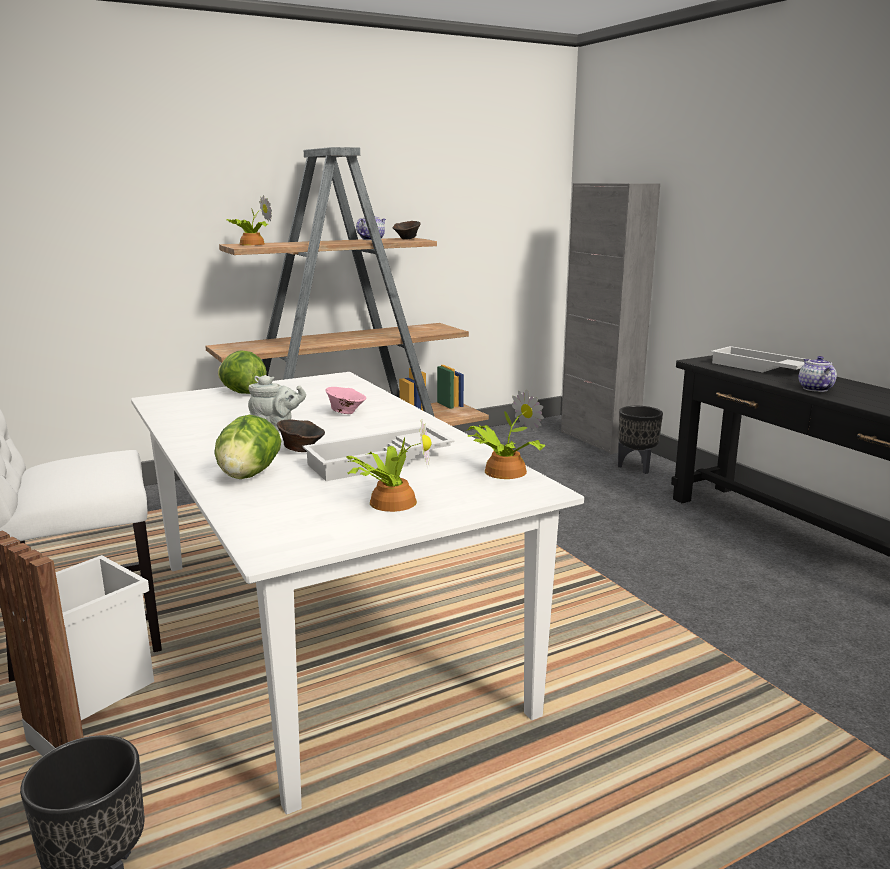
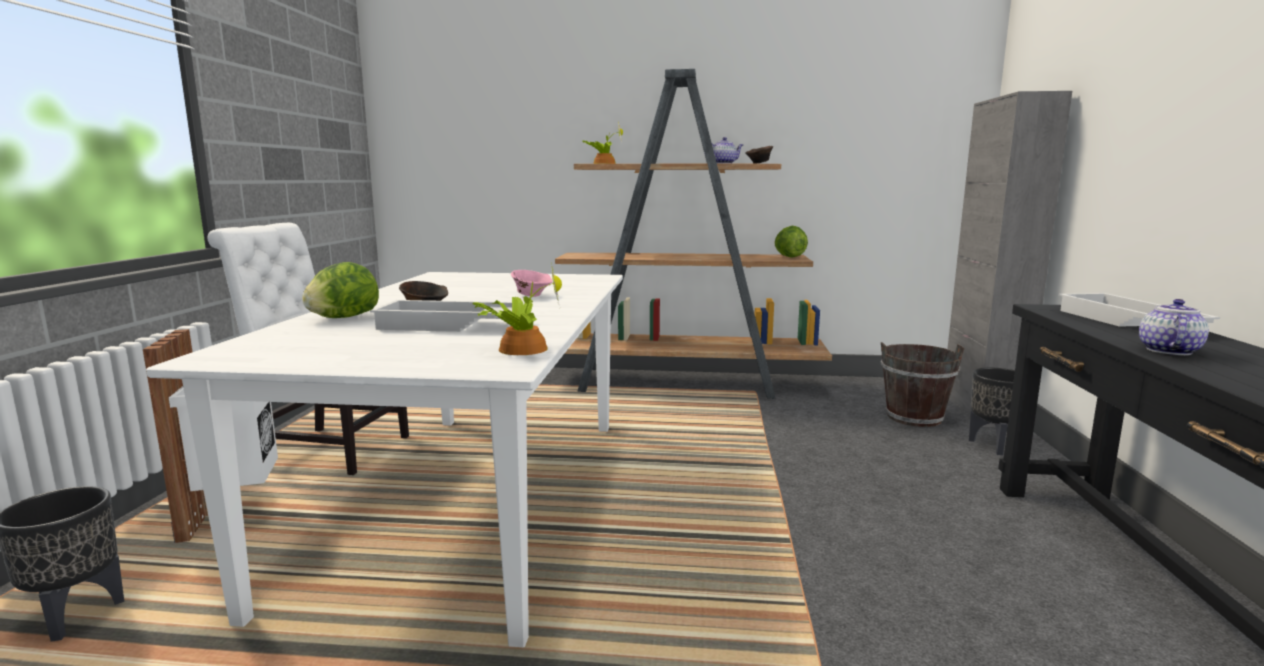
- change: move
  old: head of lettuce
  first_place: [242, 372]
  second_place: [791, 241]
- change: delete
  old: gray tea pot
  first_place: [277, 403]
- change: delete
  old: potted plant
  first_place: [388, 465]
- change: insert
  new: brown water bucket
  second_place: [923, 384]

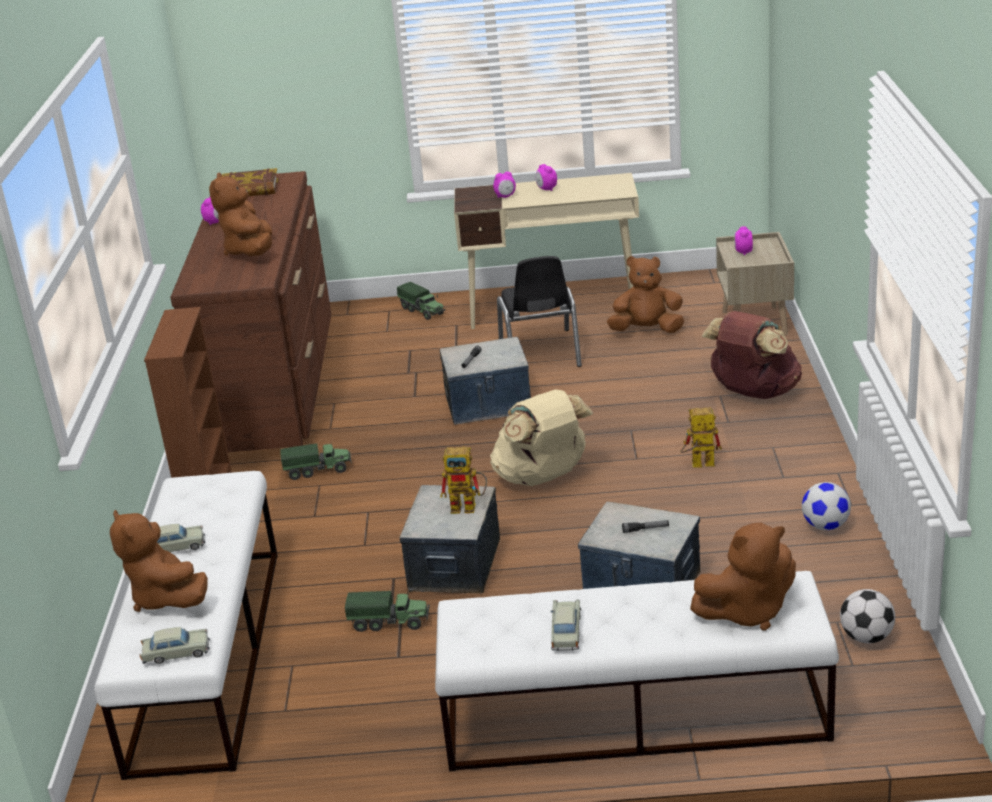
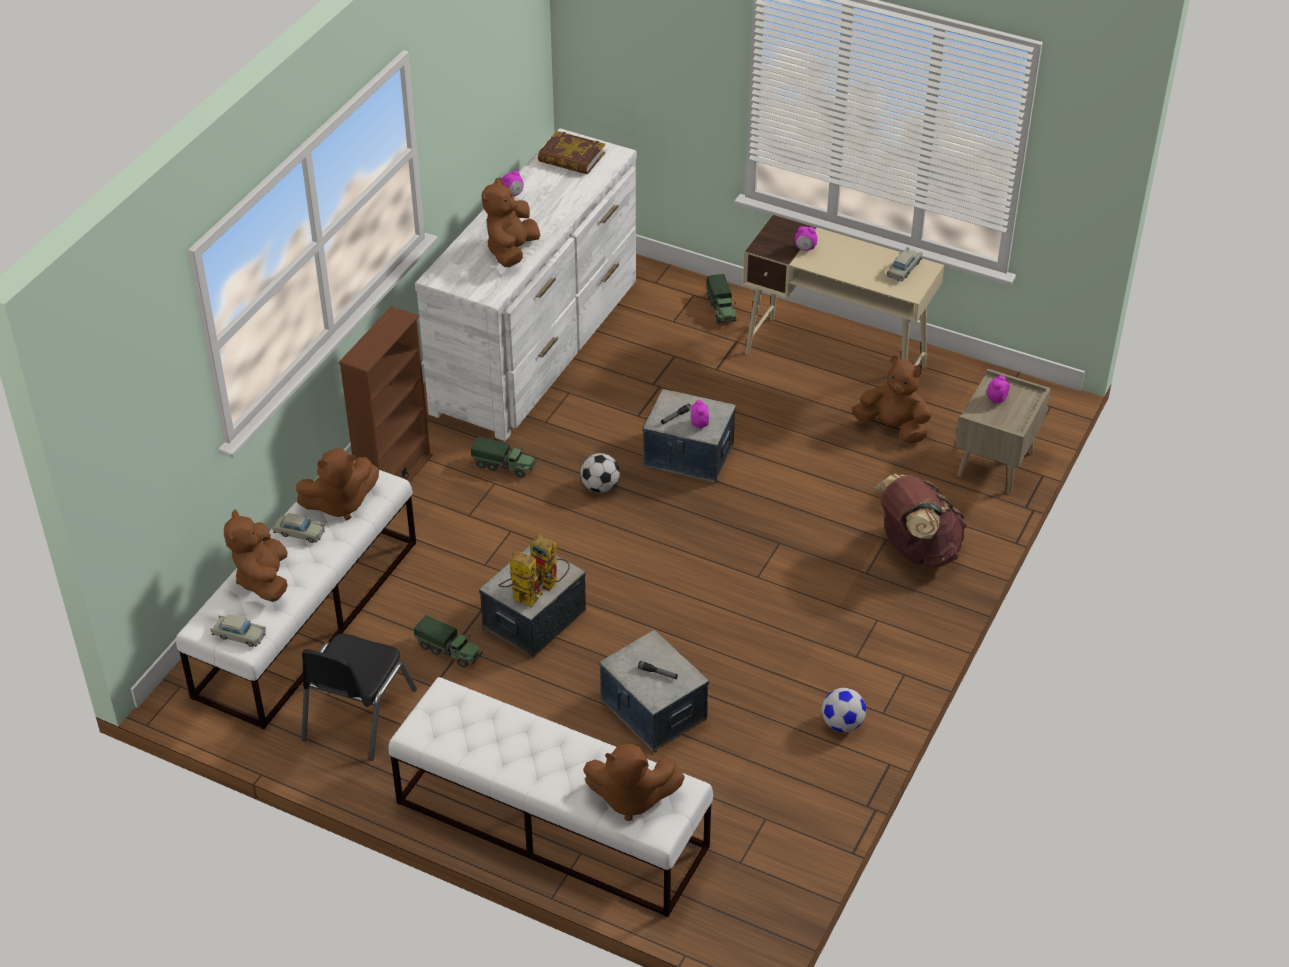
- change: move
  old: alarm clock
  first_place: [546, 177]
  second_place: [699, 415]
- change: recolor
  old: brown dresser
  new: white-coloured dresser
  first_place: [250, 311]
  second_place: [526, 284]
- change: move
  old: blackish plain chair
  first_place: [539, 311]
  second_place: [359, 697]
- change: delete
  old: sand-coloured knapsack
  first_place: [541, 437]
- change: move
  old: toy robot
  first_place: [701, 437]
  second_place: [521, 580]
- change: move
  old: football ball
  first_place: [867, 616]
  second_place: [600, 473]
- change: move
  old: sand-coloured toy car
  first_place: [566, 625]
  second_place: [905, 264]
- change: insert
  new: brown soft toy
  second_place: [337, 484]

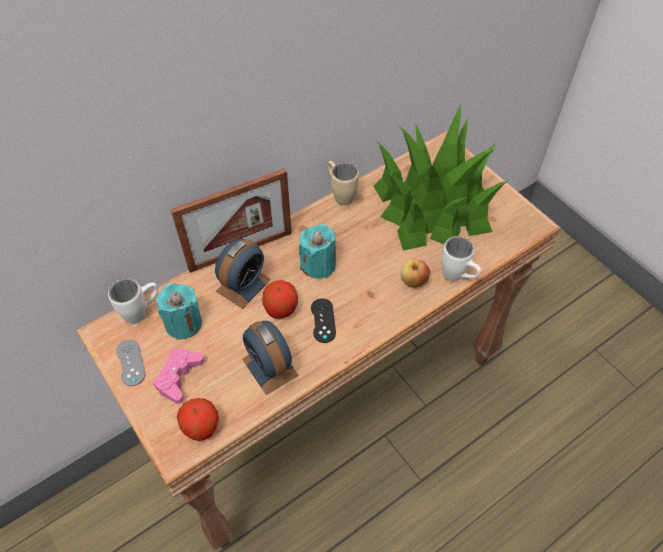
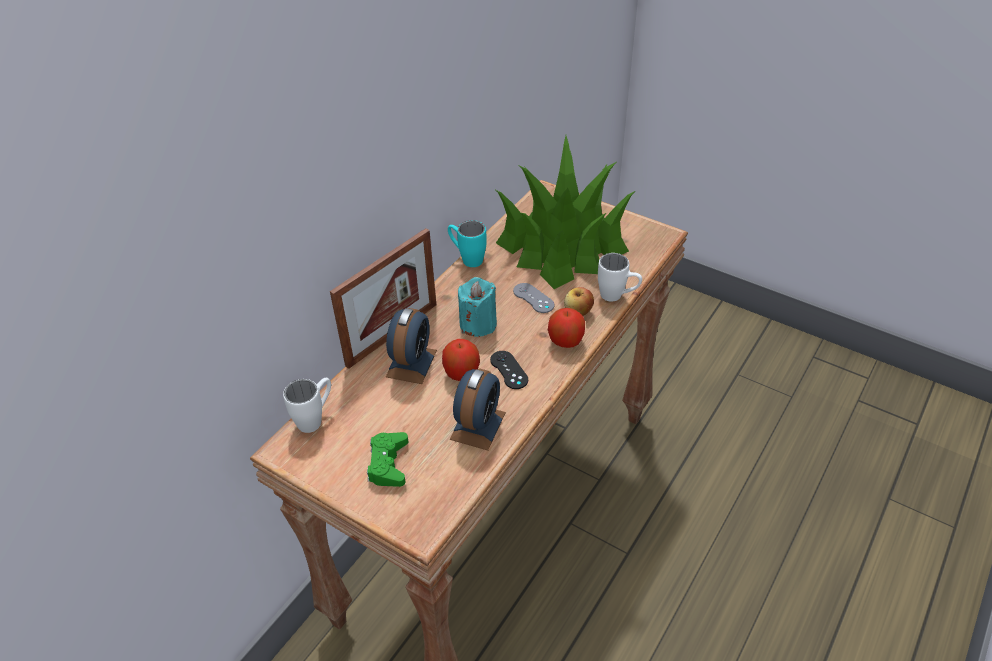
- change: recolor
  old: sand-coloured mug
  new: blue-green mug
  first_place: [343, 183]
  second_place: [467, 243]
- change: delete
  old: blue-green wax light
  first_place: [179, 311]
- change: rotate
  old: alarm clock
  first_place: [270, 358]
  second_place: [478, 409]
  degrees: -105
- change: move
  old: gray joypad
  first_place: [130, 362]
  second_place: [534, 298]
- change: recolor
  old: pink-coloured joypad
  new: green-coloured joypad
  first_place: [178, 376]
  second_place: [387, 459]
- change: move
  old: whole apple
  first_place: [198, 419]
  second_place: [566, 328]

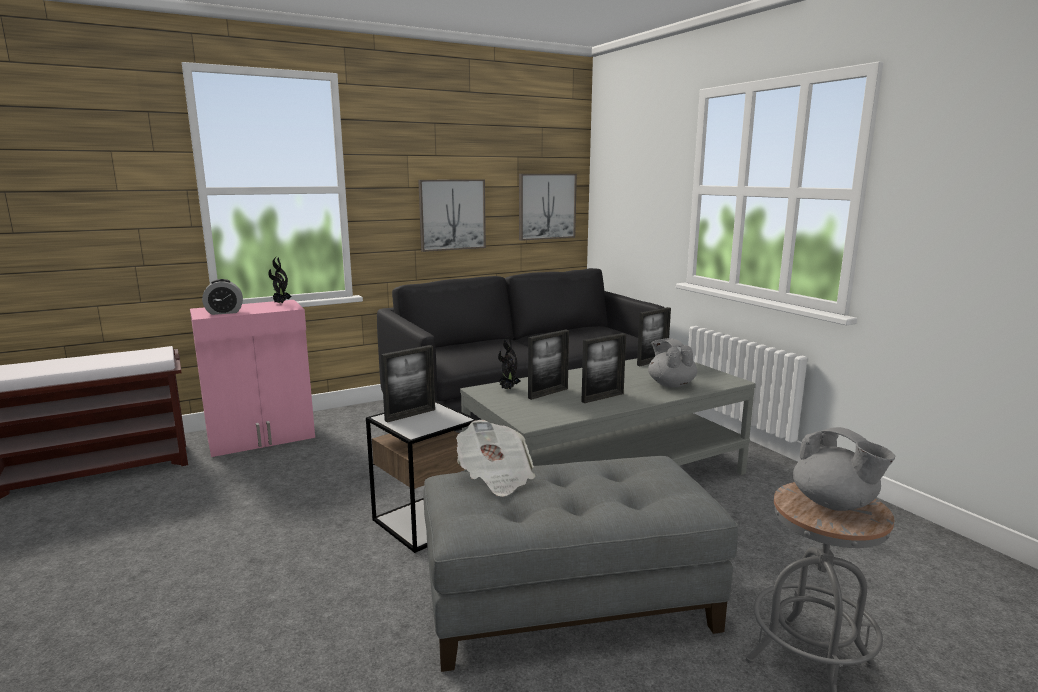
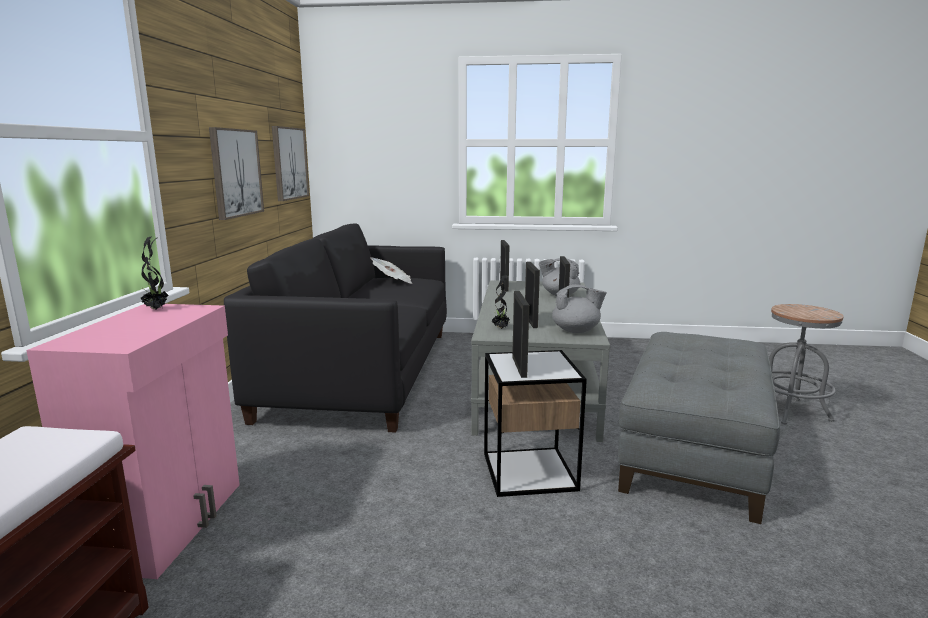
- change: delete
  old: alarm clock
  first_place: [222, 297]
- change: move
  old: daily paper
  first_place: [495, 458]
  second_place: [391, 270]
- change: move
  old: gray tea pot
  first_place: [844, 469]
  second_place: [579, 308]

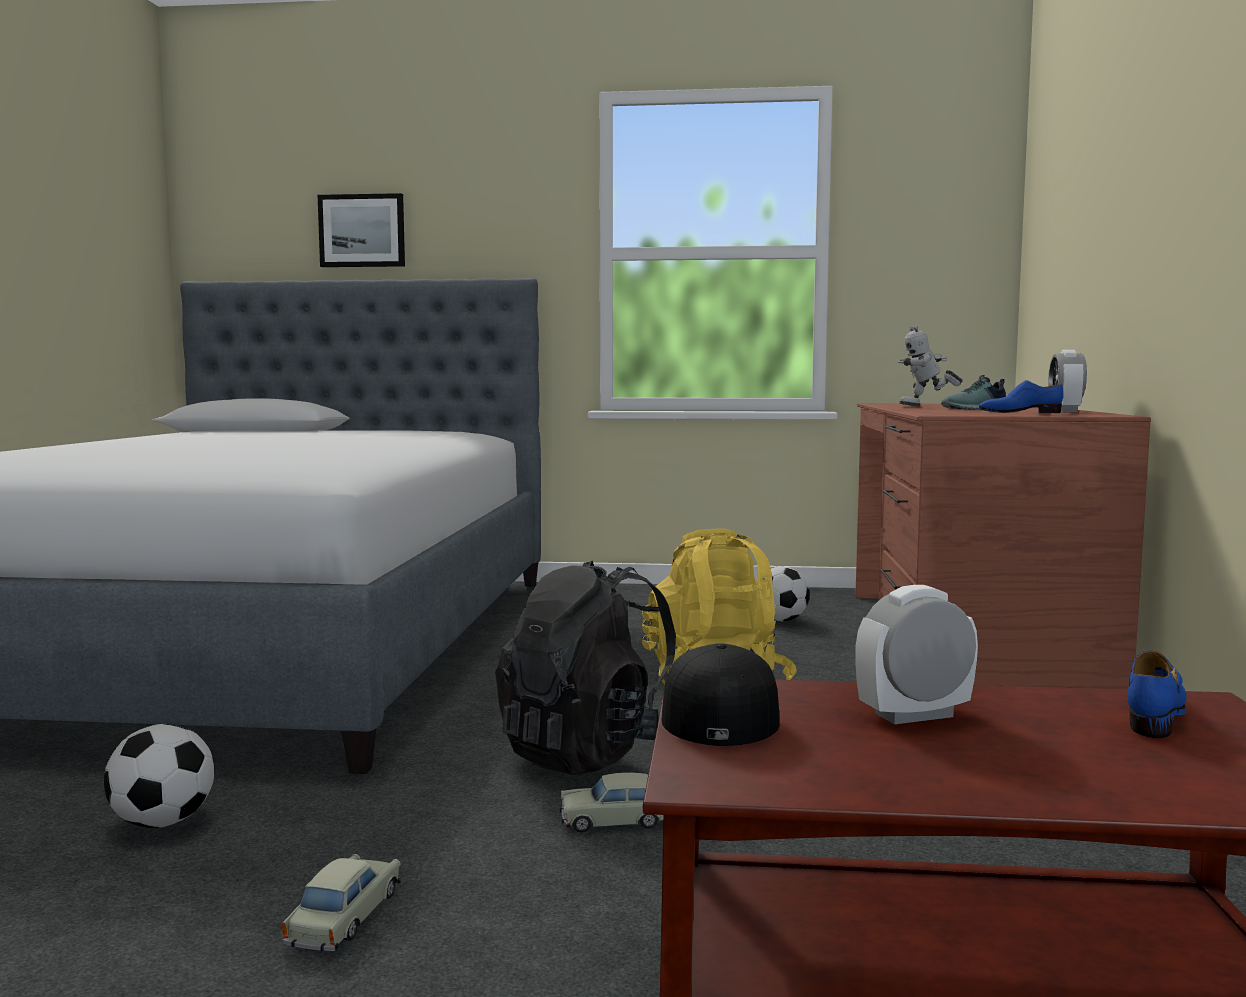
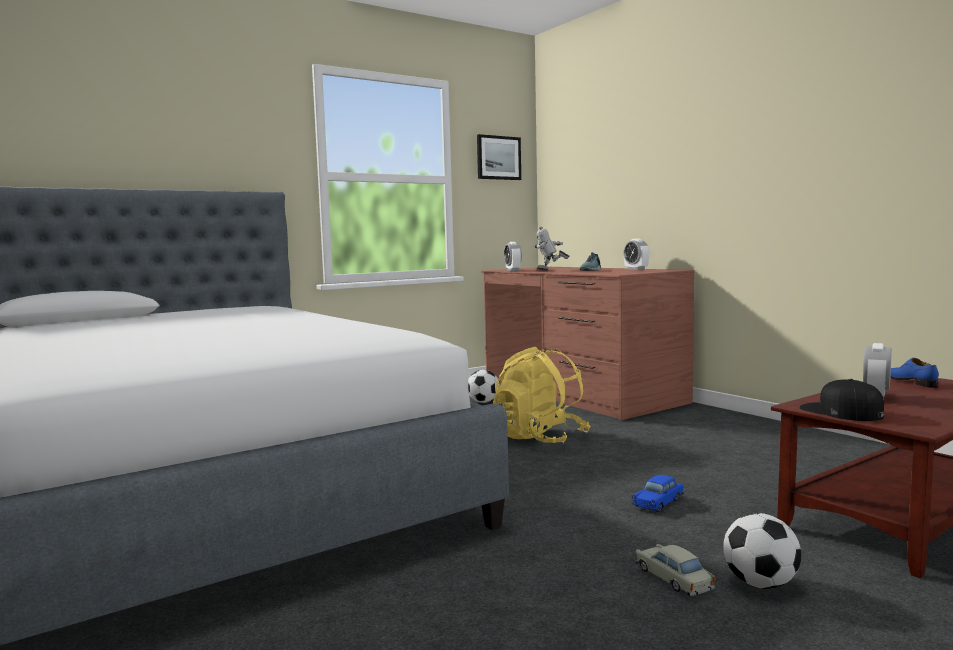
- change: move
  old: picture
  first_place: [361, 230]
  second_place: [499, 157]
- change: rotate
  old: toy robot
  first_place: [930, 366]
  second_place: [551, 248]
  degrees: 60
- change: delete
  old: bluish low shoe
  first_place: [1021, 397]
- change: delete
  old: blackish knapsack
  first_place: [585, 668]
- change: move
  old: football ball
  first_place: [159, 776]
  second_place: [762, 551]
- change: recolor
  old: sand-coloured toy car
  new: bluish toy car
  first_place: [611, 802]
  second_place: [658, 493]
- change: insert
  new: alarm clock
  second_place: [513, 256]

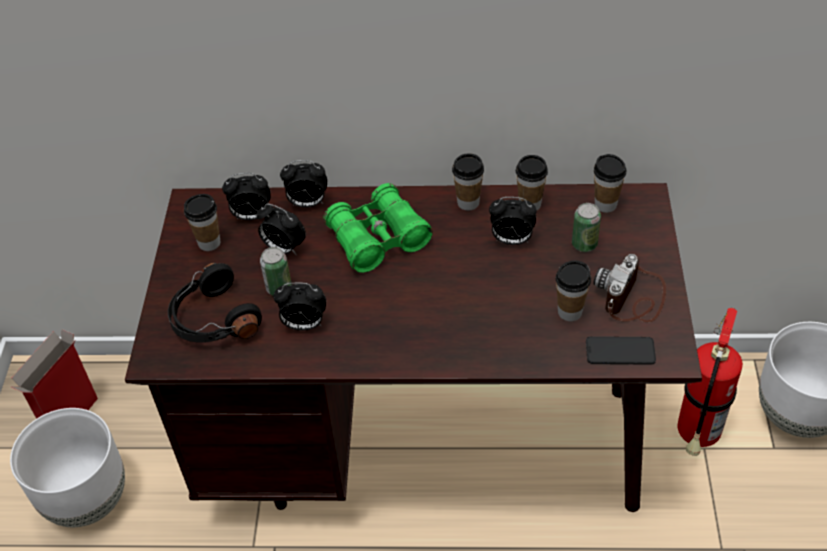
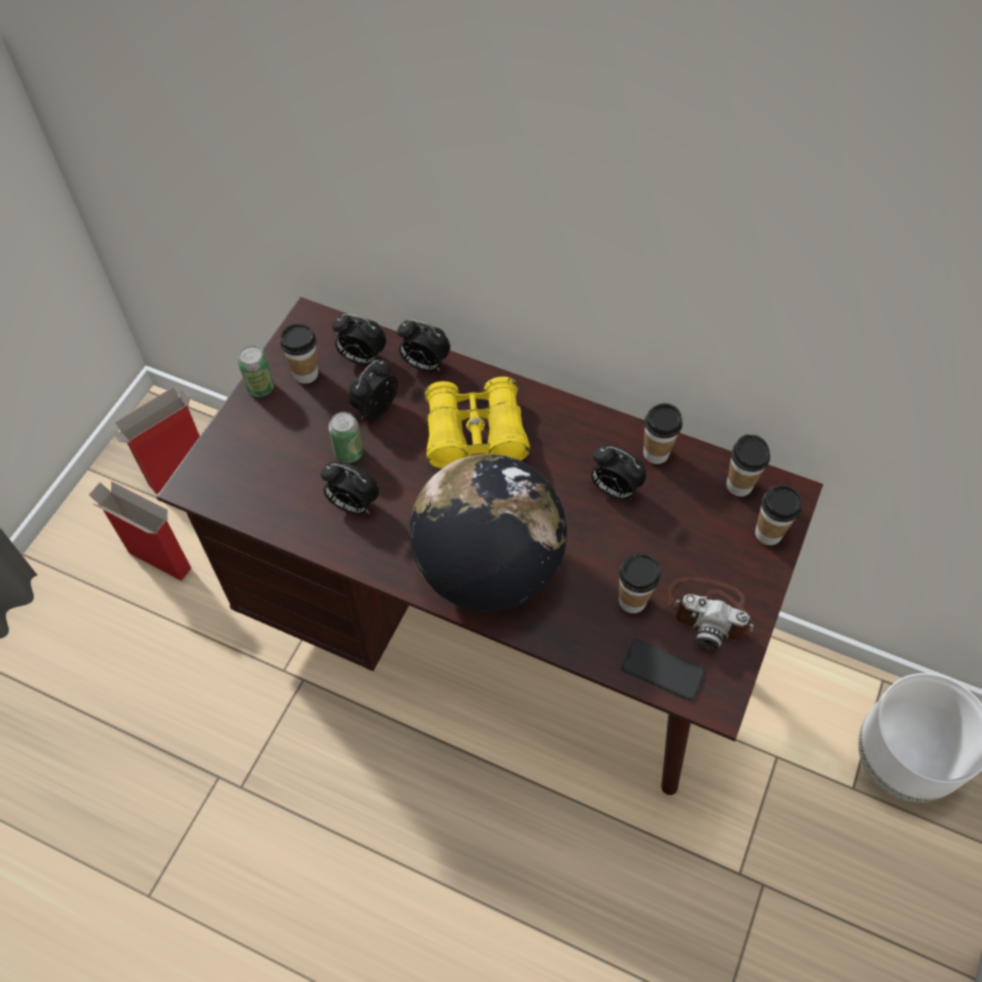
- change: move
  old: small cup
  first_place: [468, 182]
  second_place: [778, 515]
- change: recolor
  old: green-coloured field glasses
  new: yellow field glasses
  first_place: [378, 228]
  second_place: [477, 423]
- change: move
  old: can
  first_place: [586, 227]
  second_place: [256, 371]
- change: rotate
  old: alarm clock
  first_place: [281, 229]
  second_place: [373, 390]
  degrees: 75
- change: rotate
  old: photo camera
  first_place: [629, 288]
  second_place: [711, 613]
  degrees: -120
- change: delete
  old: blackish headset
  first_place: [215, 303]
- change: delete
  old: fire-fighting cylinder
  first_place: [710, 382]
- change: replace
  old: white-coloured planter
  new: cardboard box
  first_place: [67, 467]
  second_place: [140, 531]
- change: insert
  new: globe
  second_place: [488, 533]

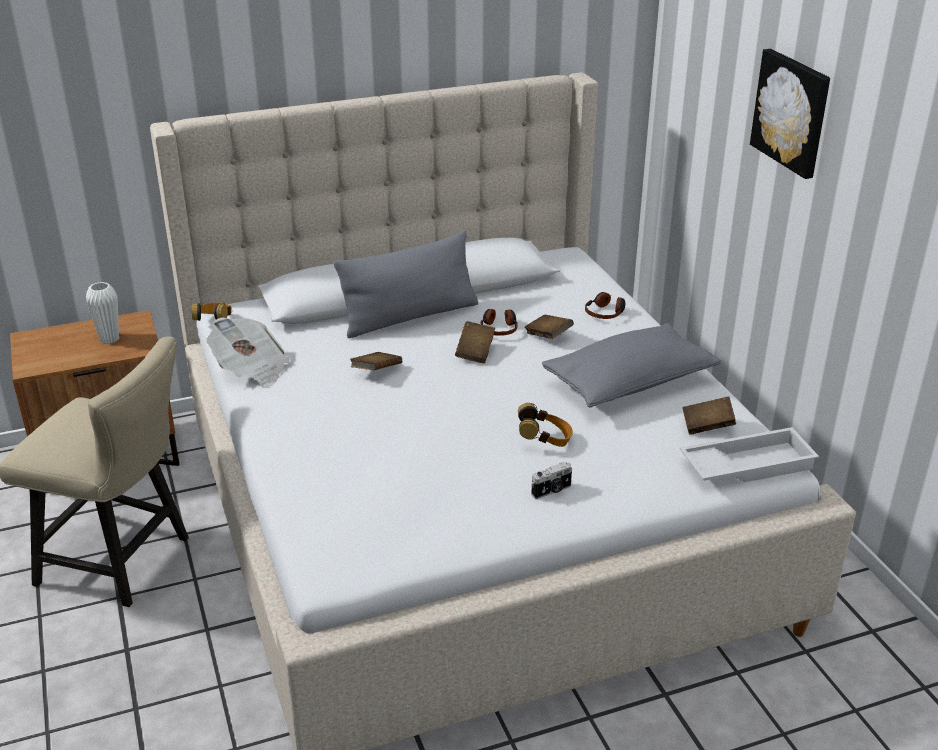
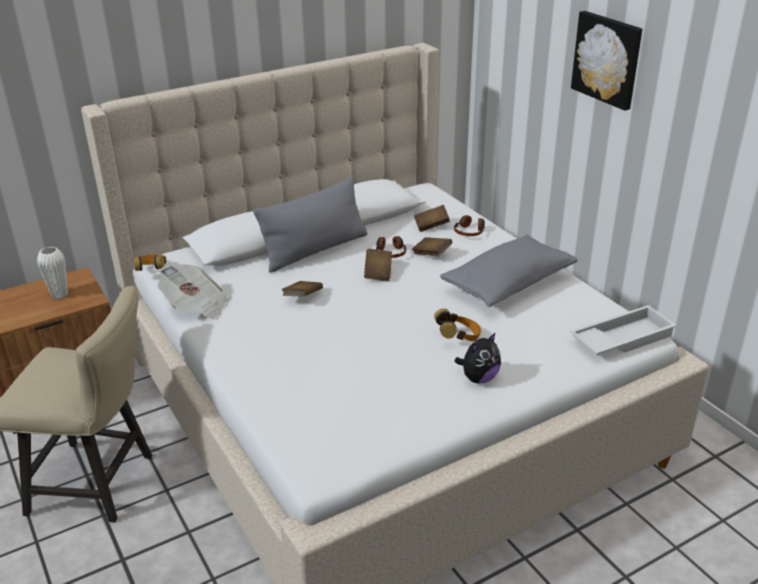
- change: move
  old: brown bound book
  first_place: [709, 415]
  second_place: [432, 218]
- change: replace
  old: photo camera
  new: soft toy
  first_place: [551, 480]
  second_place: [478, 358]

